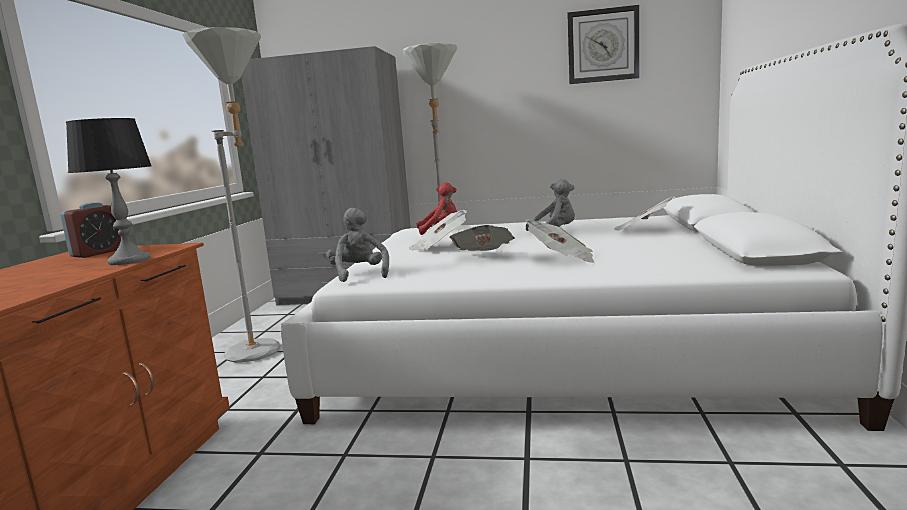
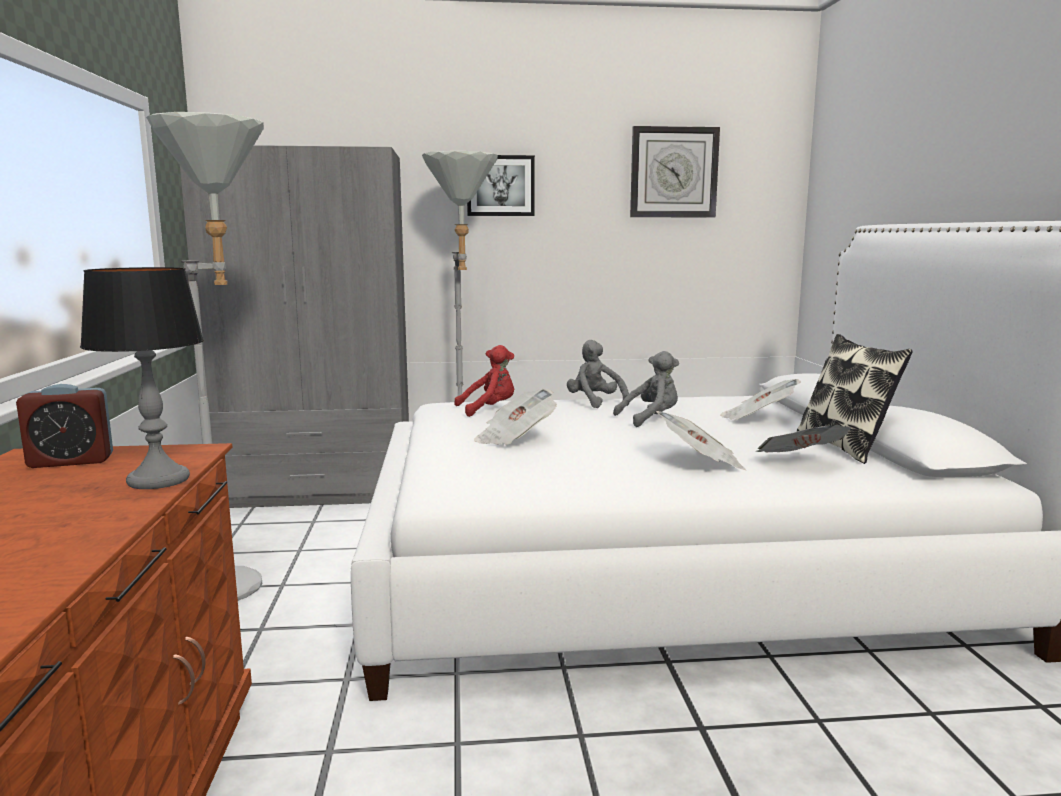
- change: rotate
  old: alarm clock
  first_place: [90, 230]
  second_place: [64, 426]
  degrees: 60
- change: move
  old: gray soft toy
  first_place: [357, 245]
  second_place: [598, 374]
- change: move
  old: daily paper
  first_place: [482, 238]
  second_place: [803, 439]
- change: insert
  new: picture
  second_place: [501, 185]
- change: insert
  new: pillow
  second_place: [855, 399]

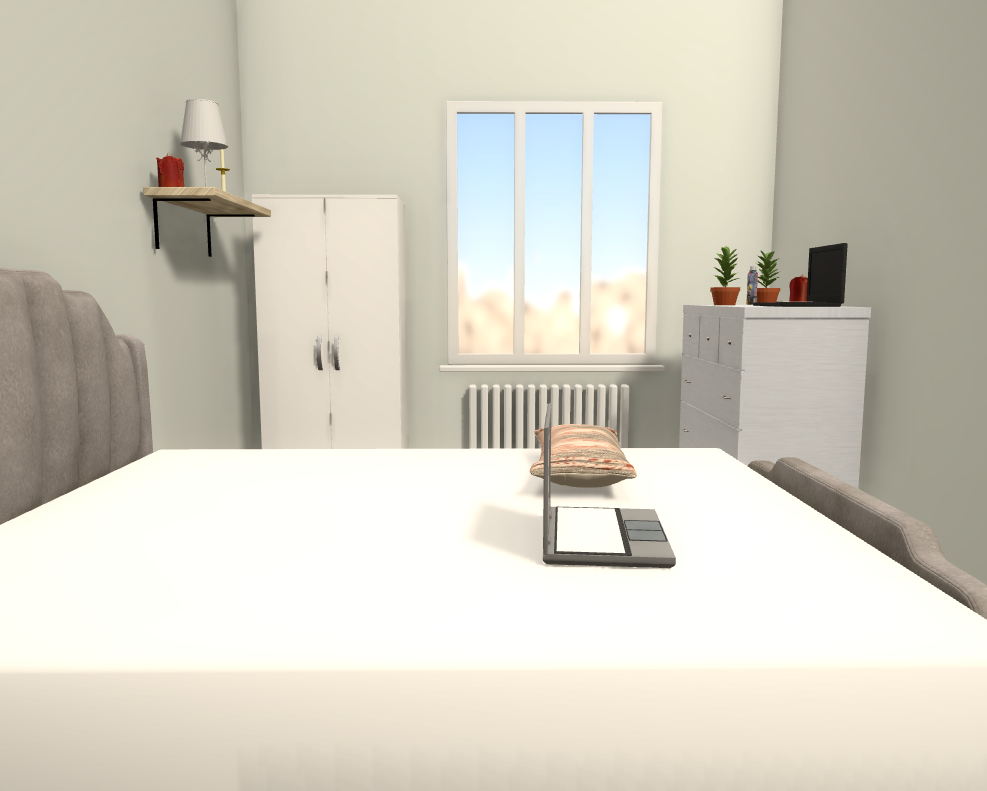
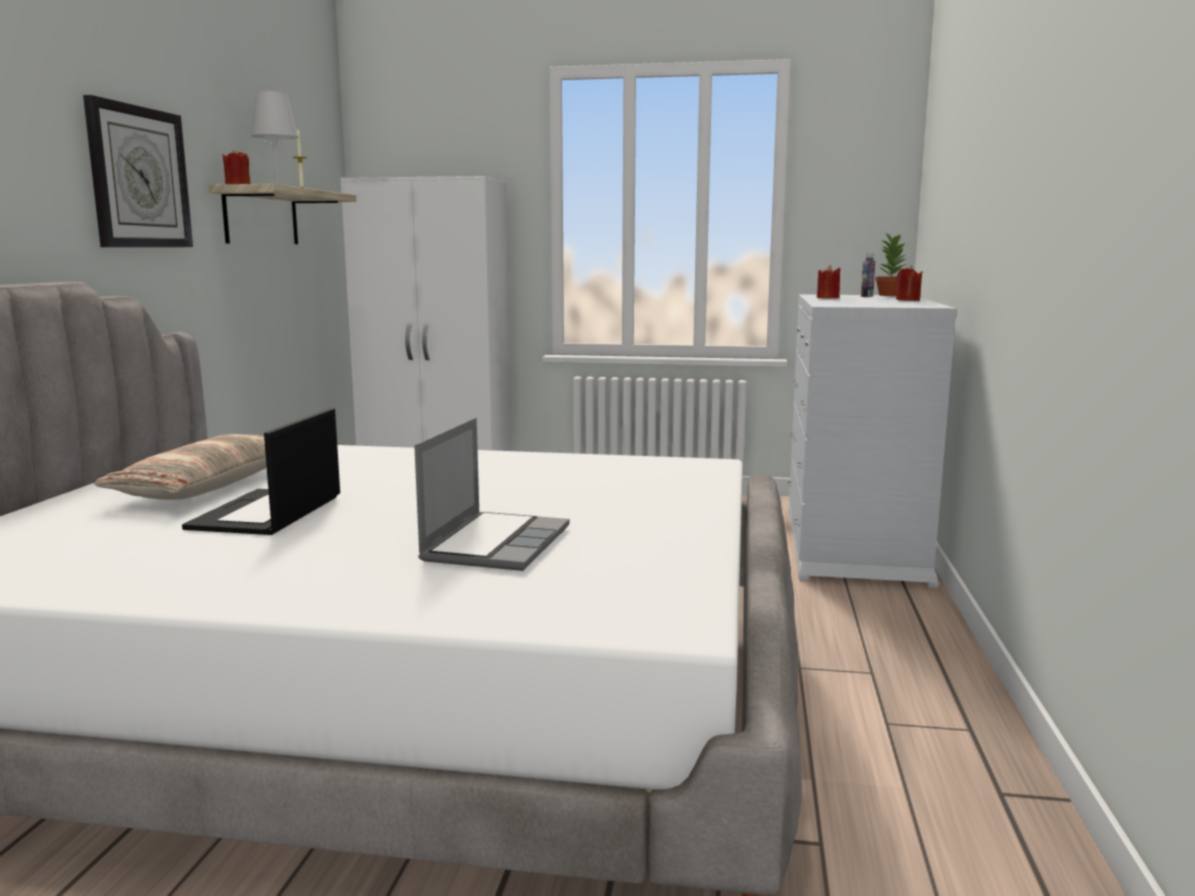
- change: move
  old: laptop
  first_place: [800, 275]
  second_place: [261, 471]
- change: replace
  old: potted plant
  new: reddish wax light
  first_place: [725, 275]
  second_place: [828, 281]
- change: move
  old: pillow
  first_place: [583, 456]
  second_place: [180, 467]
- change: insert
  new: clock on the wall
  second_place: [138, 171]

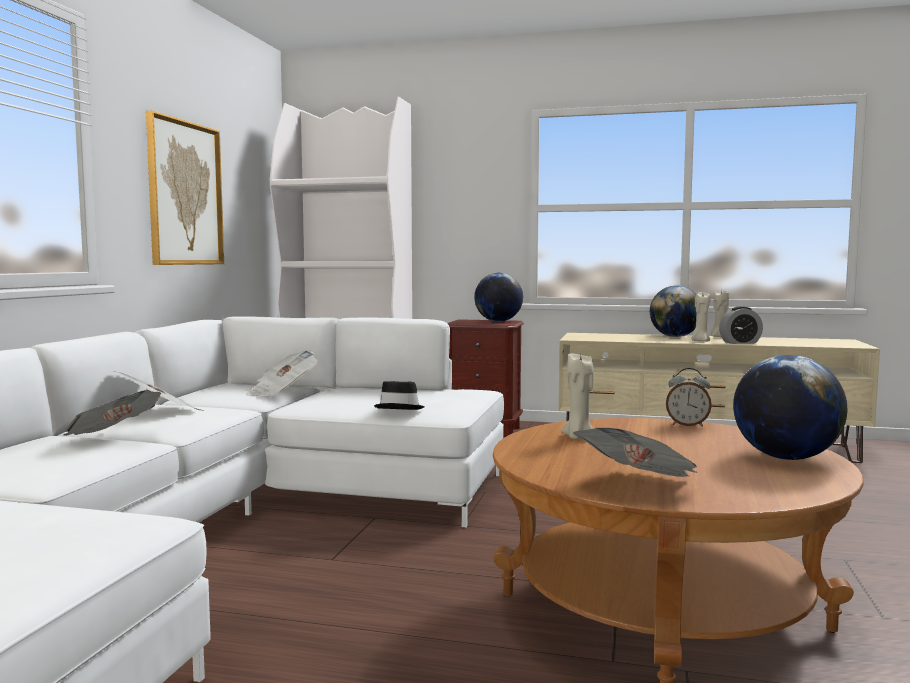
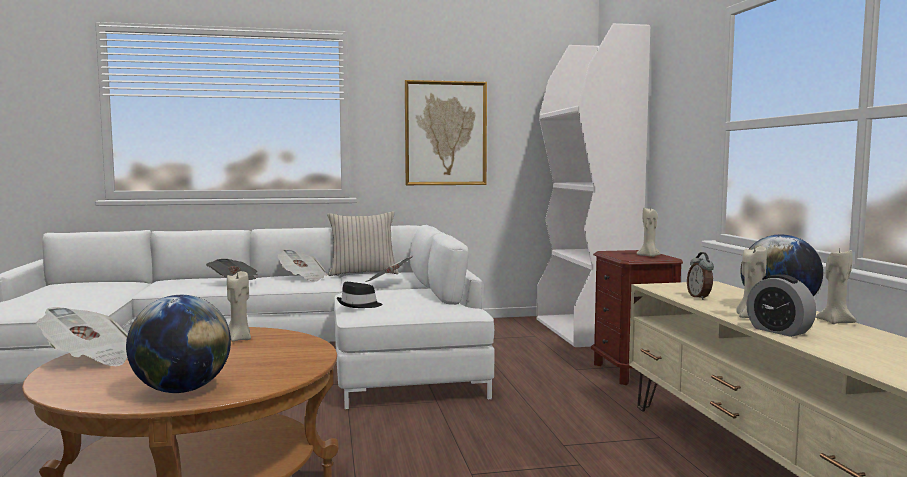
- change: replace
  old: globe
  new: sand-coloured wax light
  first_place: [498, 297]
  second_place: [649, 232]
- change: move
  old: alarm clock
  first_place: [689, 397]
  second_place: [700, 276]
- change: insert
  new: sand-coloured pillow
  second_place: [363, 243]

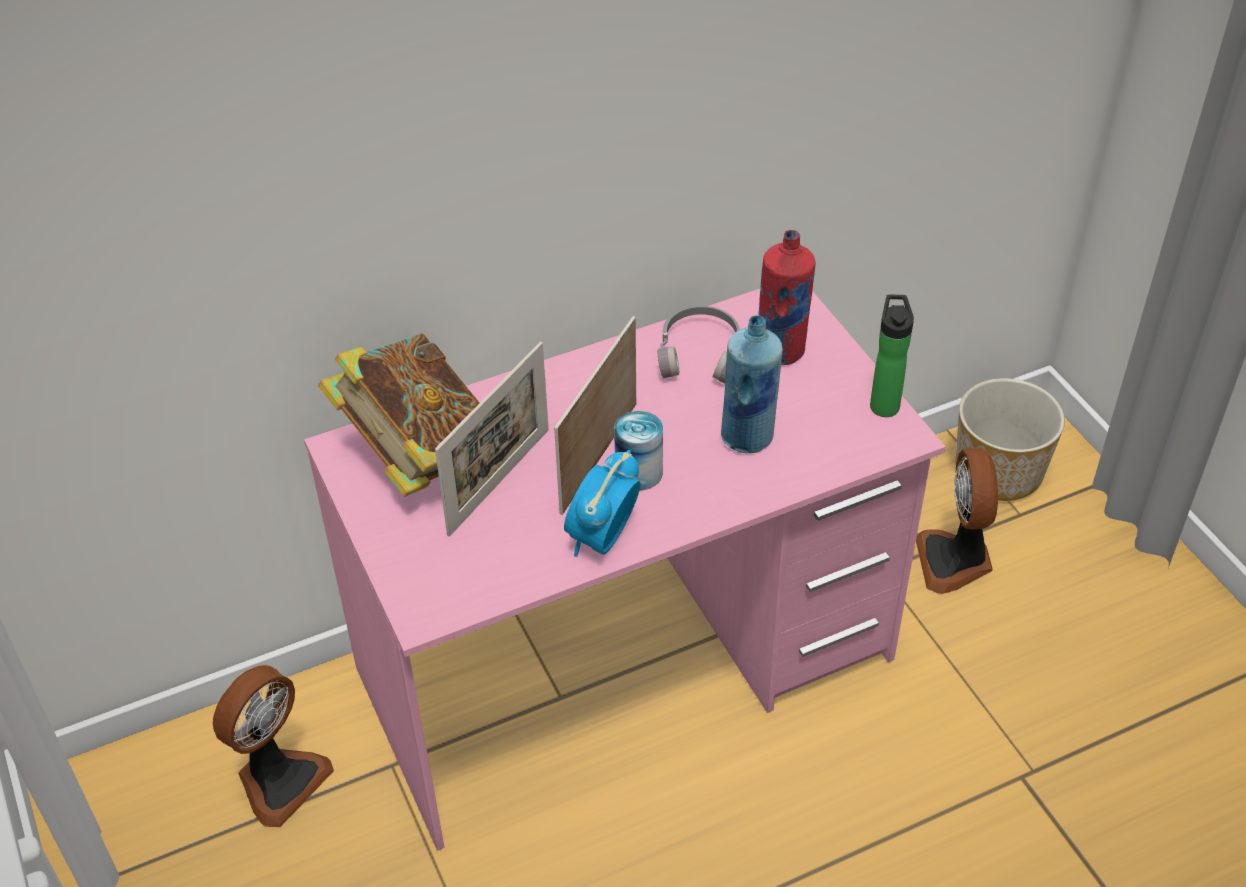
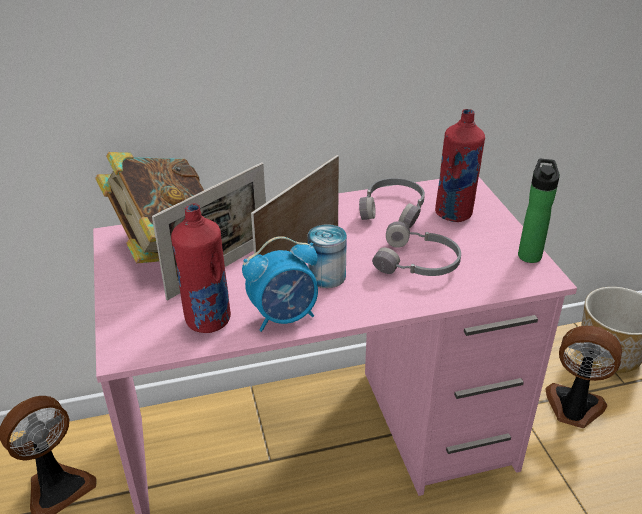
- change: replace
  old: bluish bottle
  new: gray headset
  first_place: [752, 384]
  second_place: [416, 248]
- change: rotate
  old: cooling fan
  first_place: [957, 521]
  second_place: [583, 377]
  degrees: 105
- change: rotate
  old: alarm clock
  first_place: [602, 503]
  second_place: [280, 284]
  degrees: -150
- change: insert
  new: reddish bottle
  second_place: [201, 268]

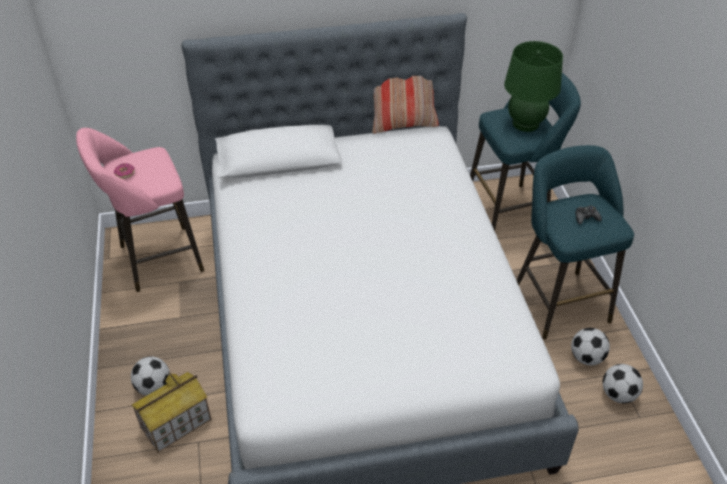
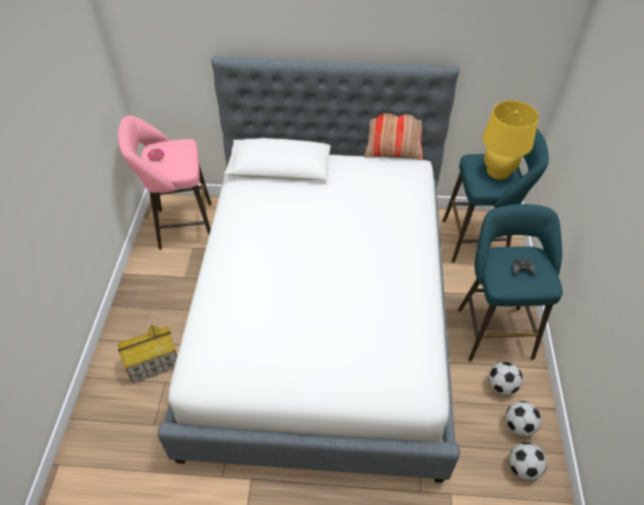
- change: recolor
  old: green-coloured tabletop lamp
  new: yellow tabletop lamp
  first_place: [533, 86]
  second_place: [510, 140]
- change: move
  old: football ball
  first_place: [150, 376]
  second_place: [528, 461]

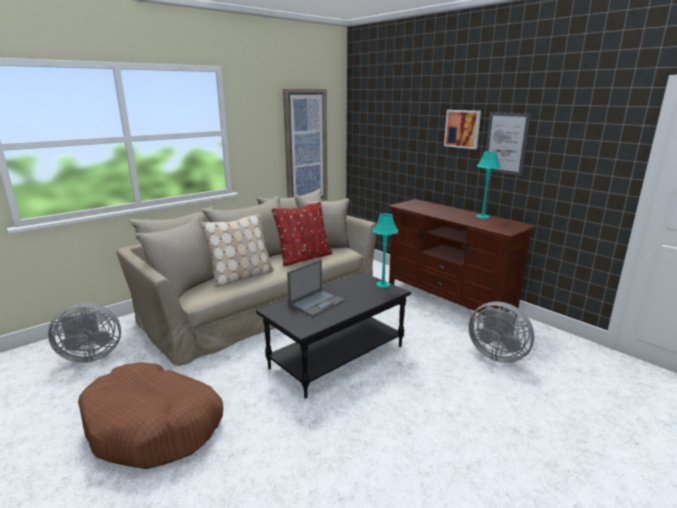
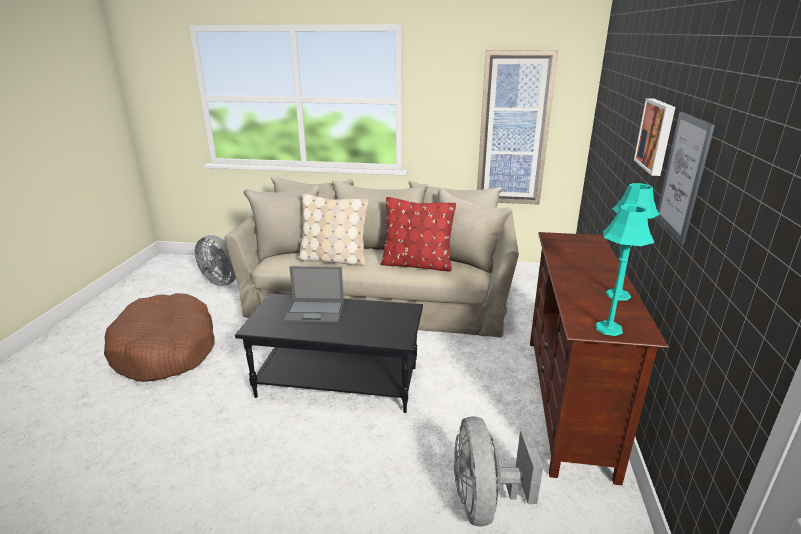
- change: move
  old: blue-green tabletop lamp
  first_place: [385, 250]
  second_place: [625, 270]

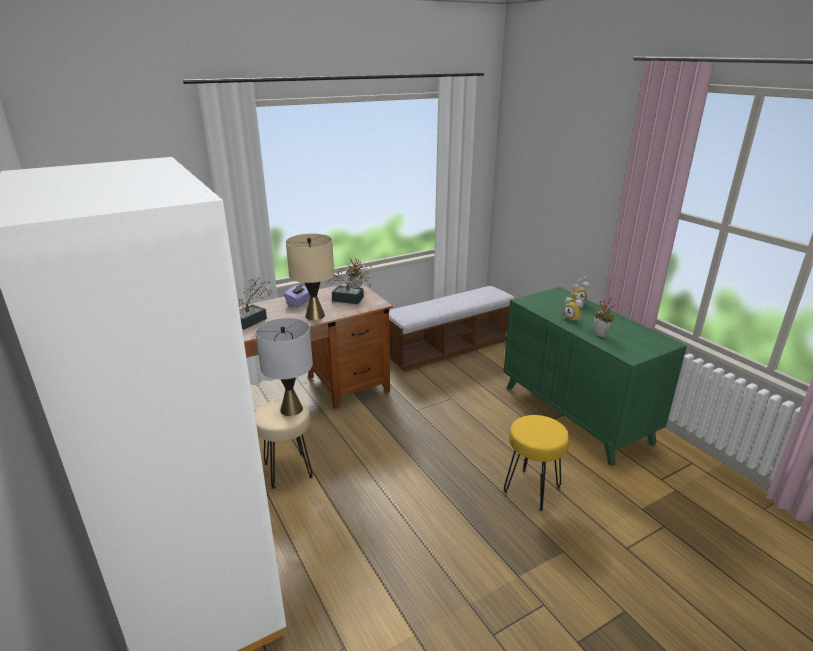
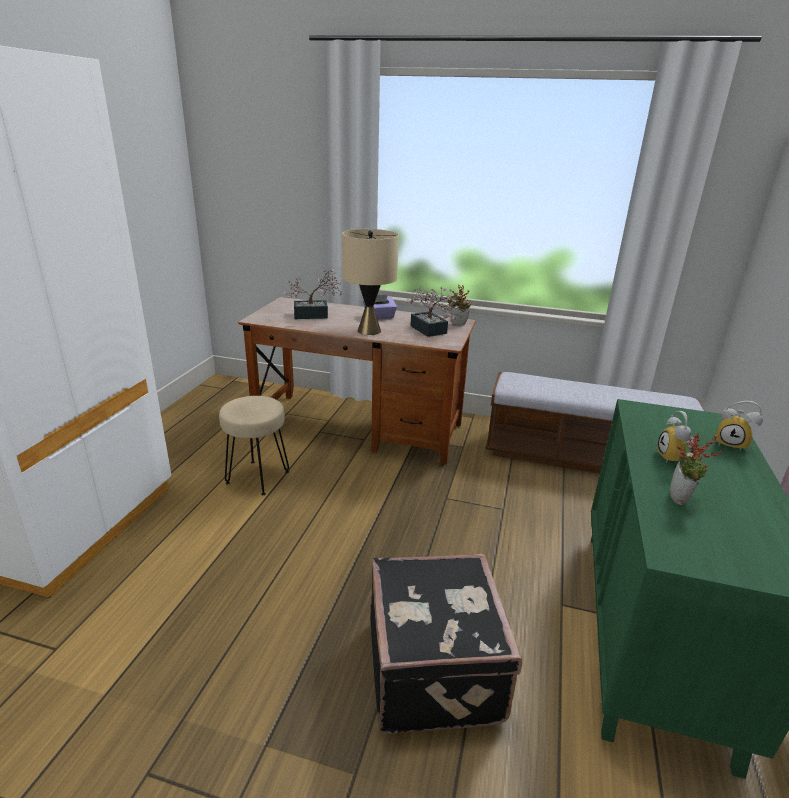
- change: delete
  old: gray tabletop lamp
  first_place: [284, 367]
- change: replace
  old: yellow sitting stool
  new: blackish piece of luggage
  first_place: [537, 463]
  second_place: [446, 644]

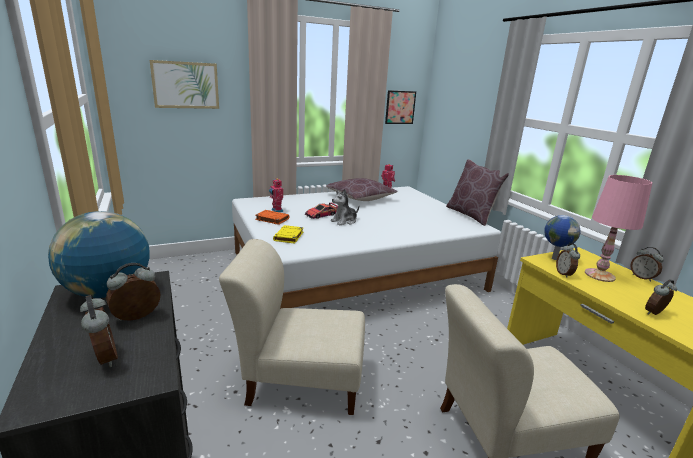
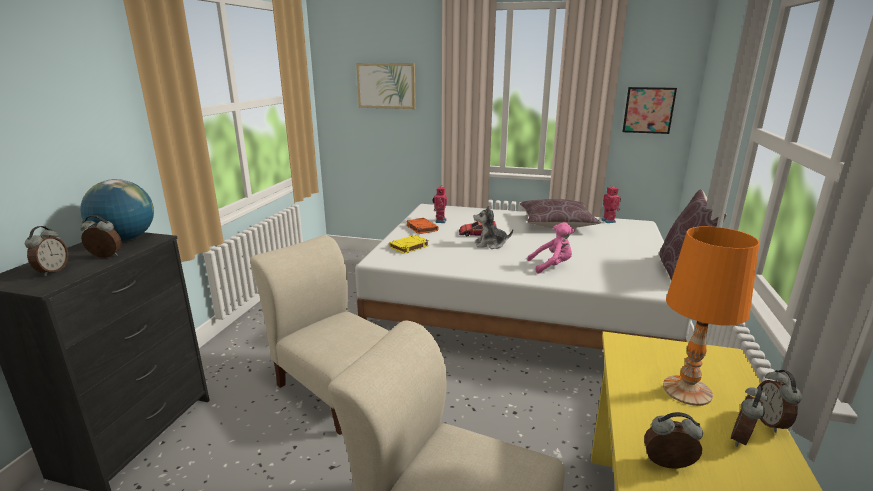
- change: recolor
  old: pink-coloured tabletop lamp
  new: orange tabletop lamp
  first_place: [618, 228]
  second_place: [711, 316]
- change: delete
  old: globe
  first_place: [562, 237]
- change: move
  old: alarm clock
  first_place: [568, 260]
  second_place: [749, 416]
- change: insert
  new: pink-coloured soft toy
  second_place: [551, 248]

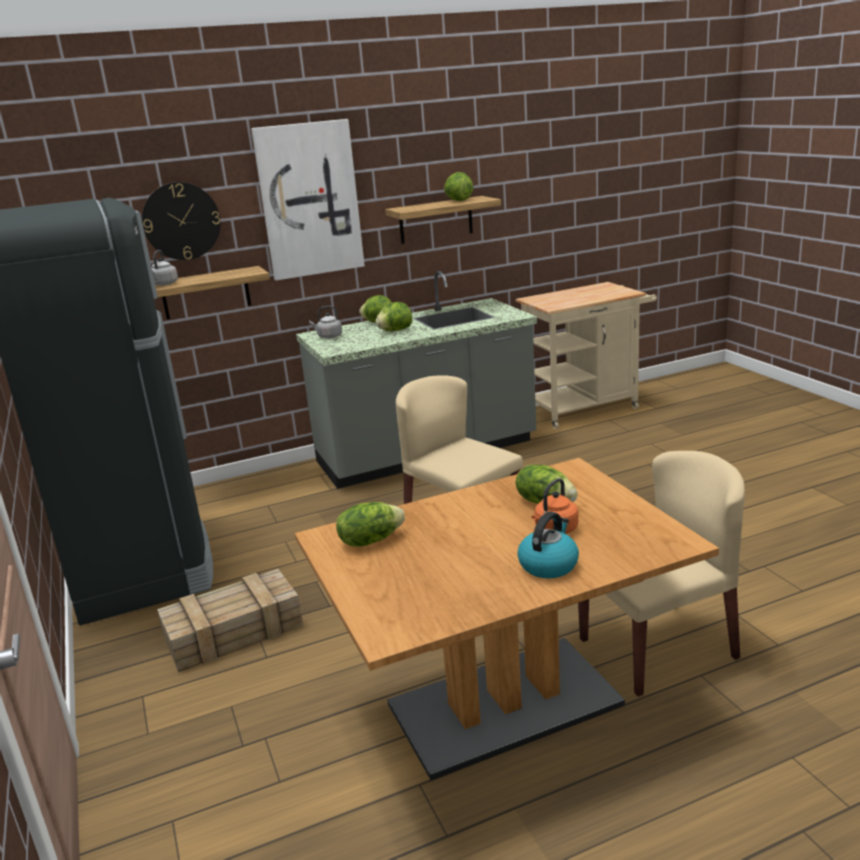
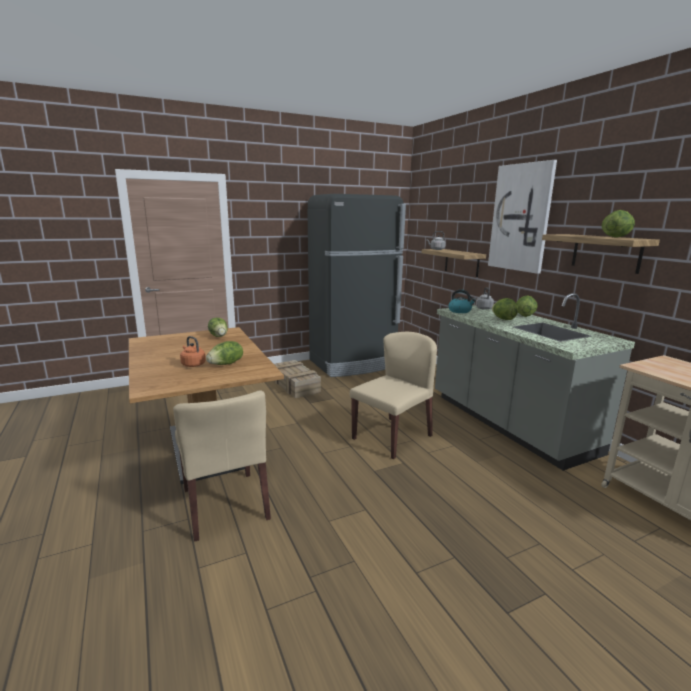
- change: delete
  old: clock on the wall
  first_place: [181, 221]
- change: move
  old: tea kettle
  first_place: [548, 545]
  second_place: [462, 301]

